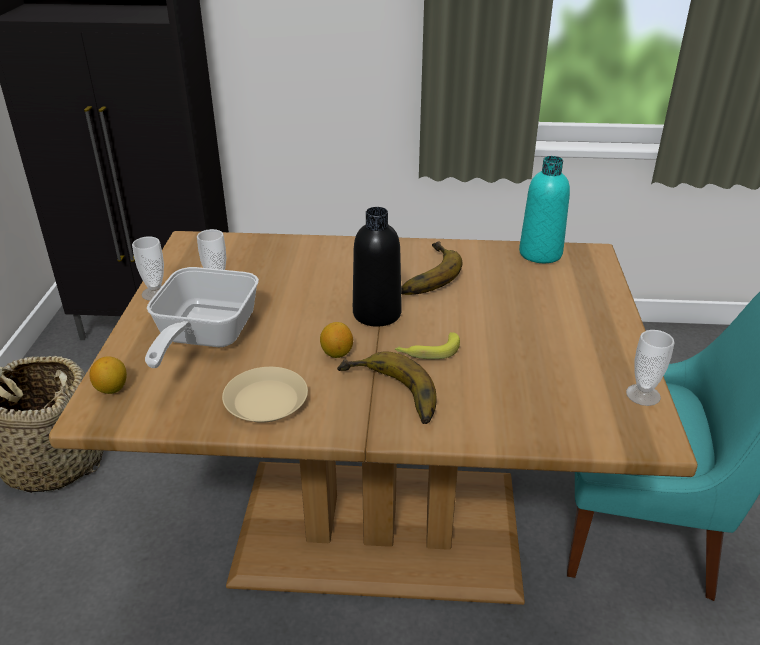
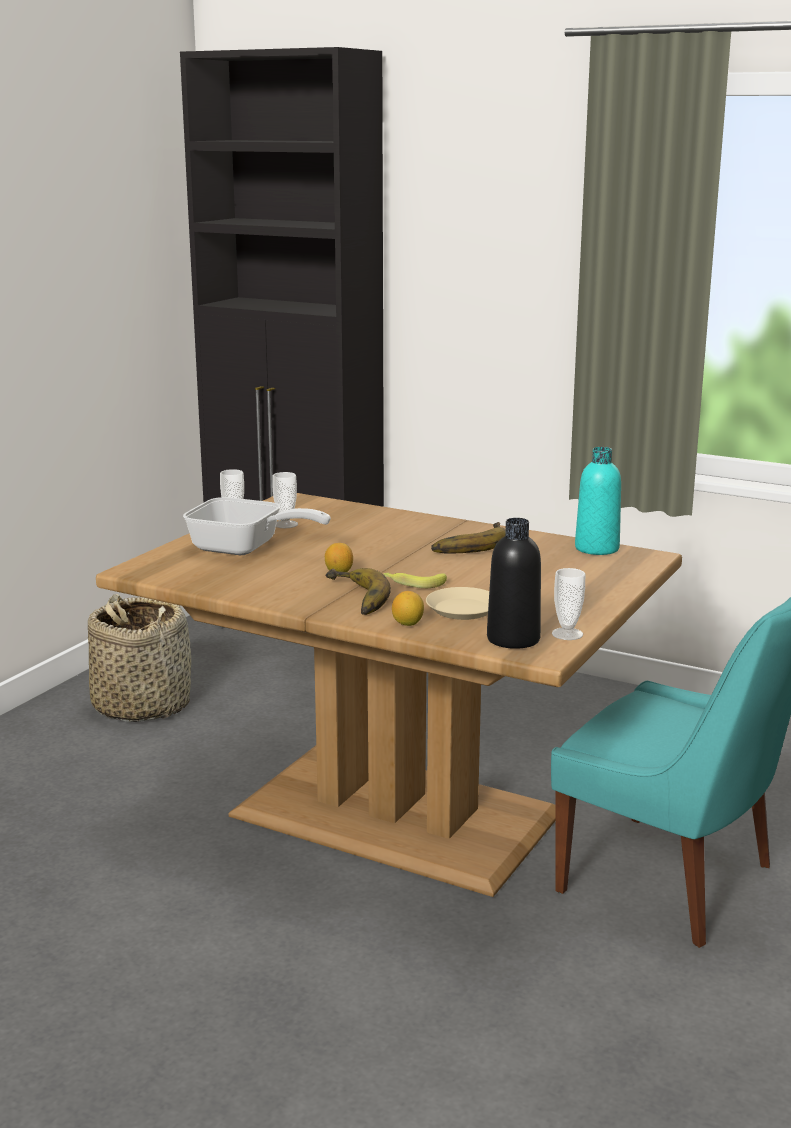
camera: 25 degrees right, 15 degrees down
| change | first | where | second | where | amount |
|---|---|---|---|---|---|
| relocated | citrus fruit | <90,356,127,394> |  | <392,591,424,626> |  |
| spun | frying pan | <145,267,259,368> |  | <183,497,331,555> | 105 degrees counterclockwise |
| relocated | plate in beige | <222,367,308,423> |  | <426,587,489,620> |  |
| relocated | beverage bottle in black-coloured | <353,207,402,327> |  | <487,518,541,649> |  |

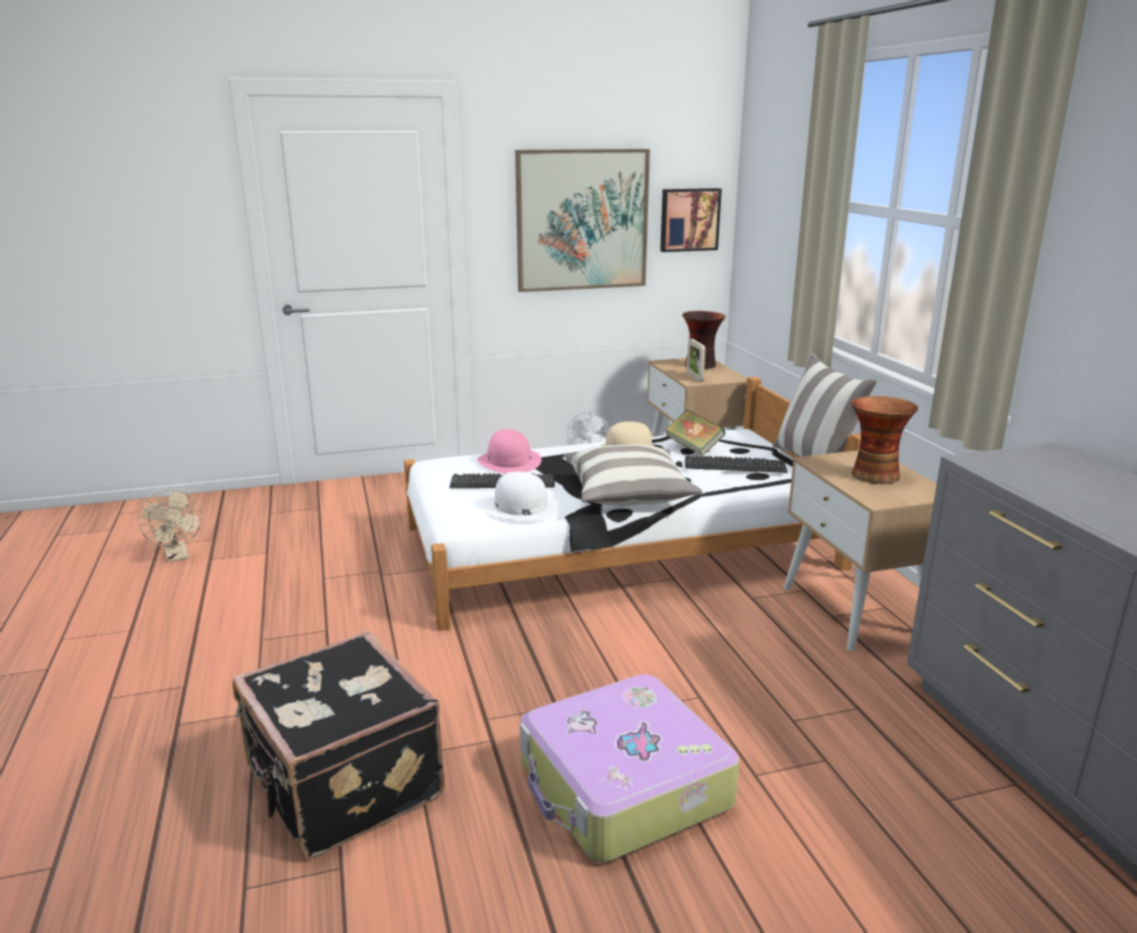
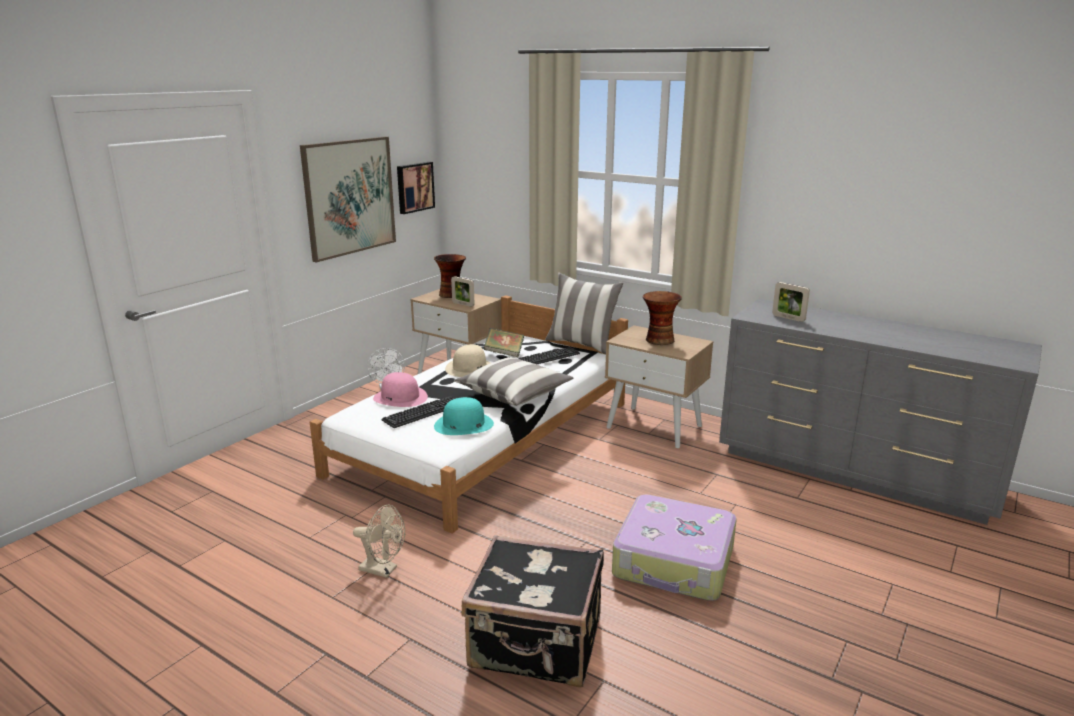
camera: 40 degrees left, 0 degrees up
| change | first | where | second | where | amount |
|---|---|---|---|---|---|
| relocated | fan in beige | <138,489,203,562> |  | <353,505,405,578> |  |
| colour | wearable hat in whitish | <483,472,560,521> | wearable hat in turquoise-coloured | <434,397,494,435> |  |
| appeared |  |  | picture frame | <772,282,810,322> |  |

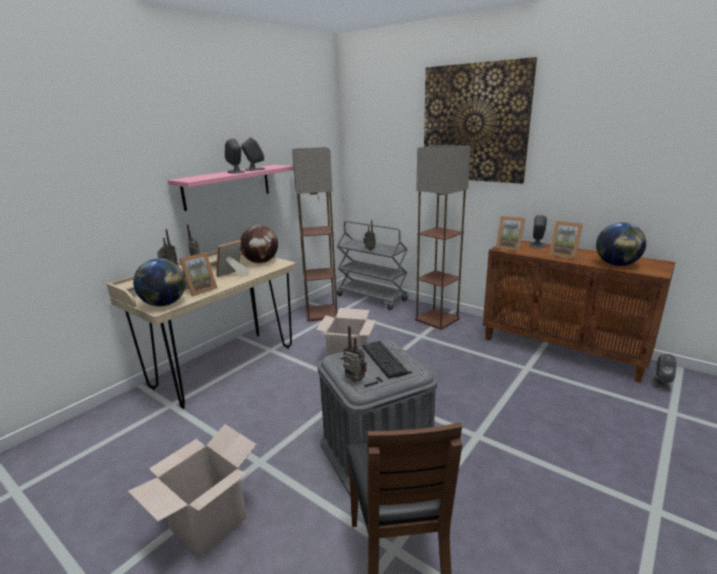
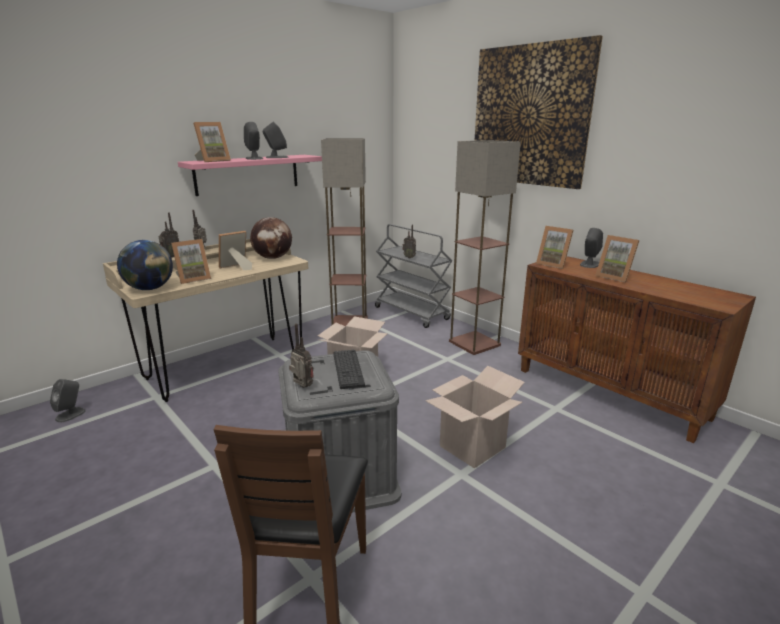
camera: 10 degrees right, 0 degrees up
| change | first | where | second | where | amount |
|---|---|---|---|---|---|
| relocated | packing box | <128,424,257,558> |  | <425,366,525,469> |  |
| missing | globe | <596,222,646,266> |  |  |  |
| relocated | loudspeaker in grey | <651,354,677,392> |  | <50,379,86,422> |  |
| appeared |  |  | picture frame | <193,122,231,162> |  |

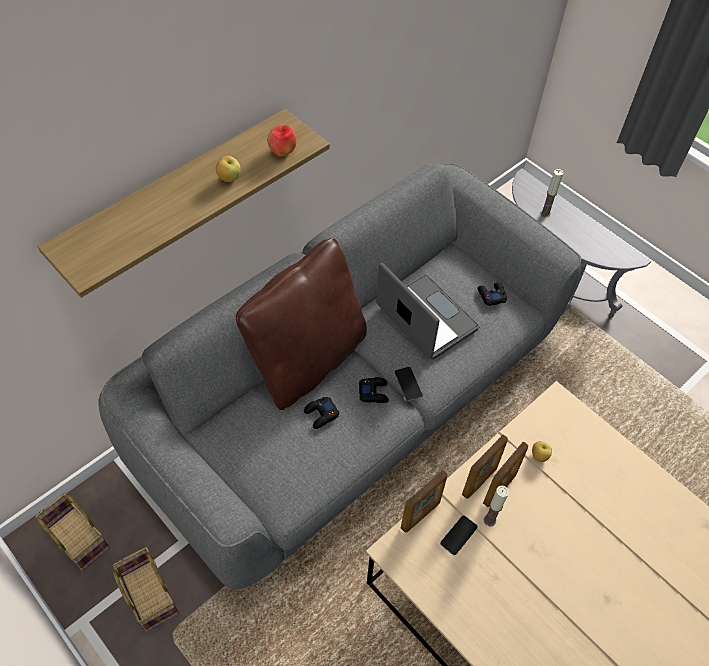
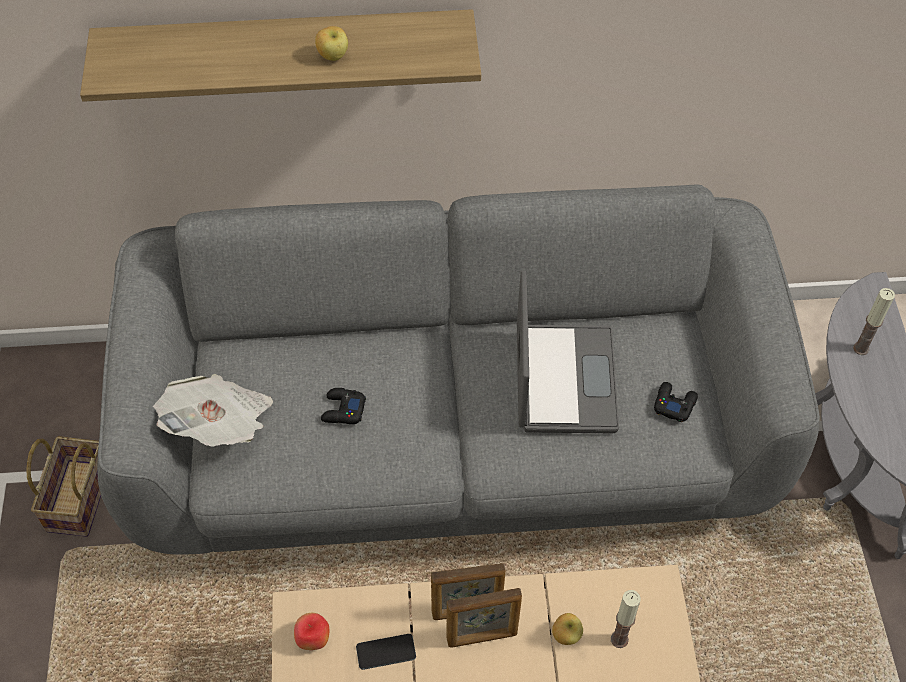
camera: 40 degrees right, 0 degrees up
| change | first | where | second | where | amount |
|---|---|---|---|---|---|
| missing | storage basket | <35,493,110,571> |  |  |  |
| missing | throw pillow in brown-coloured | <236,238,367,410> |  |  |  |
| relocated | apple fruit | <267,125,297,157> |  | <294,613,329,650> |  |
| missing | joypad in black-coloured | <359,377,389,403> |  |  |  |
| missing | phone | <394,367,423,401> |  |  |  |
| missing | picture frame | <401,470,447,532> |  |  |  |
| relocated | wax candle | <484,485,509,526> |  | <611,590,641,648> |  |
| appeared |  |  | newspaper | <152,374,273,447> |  |

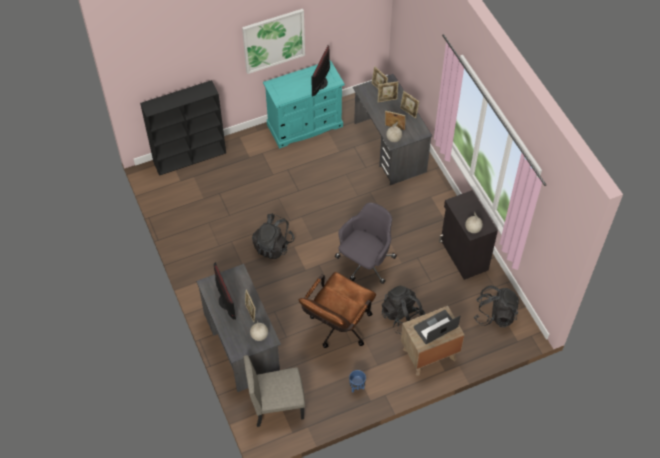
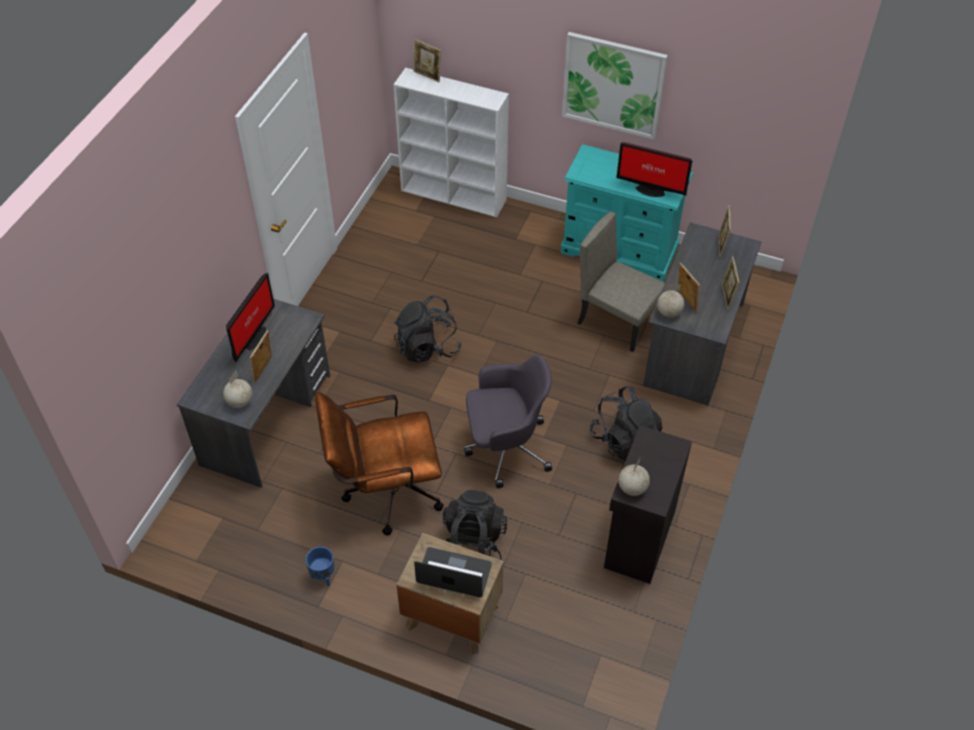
camera: 45 degrees right, 5 degrees down
| change | first | where | second | where | amount |
|---|---|---|---|---|---|
| colour | bookcase in black-coloured | <140,80,226,176> | bookcase in whitish | <393,68,509,217> |  |
| relocated | plain chair in beige | <243,355,305,427> |  | <577,212,665,352> |  |
| spun | computer display | <311,46,330,96> |  | <616,142,692,197> | 135 degrees counterclockwise |
| relocated | picture frame | <378,81,399,102> |  | <414,39,441,82> |  |
| relocated | rucksack in black-coloured | <474,286,519,328> |  | <590,386,663,461> |  |

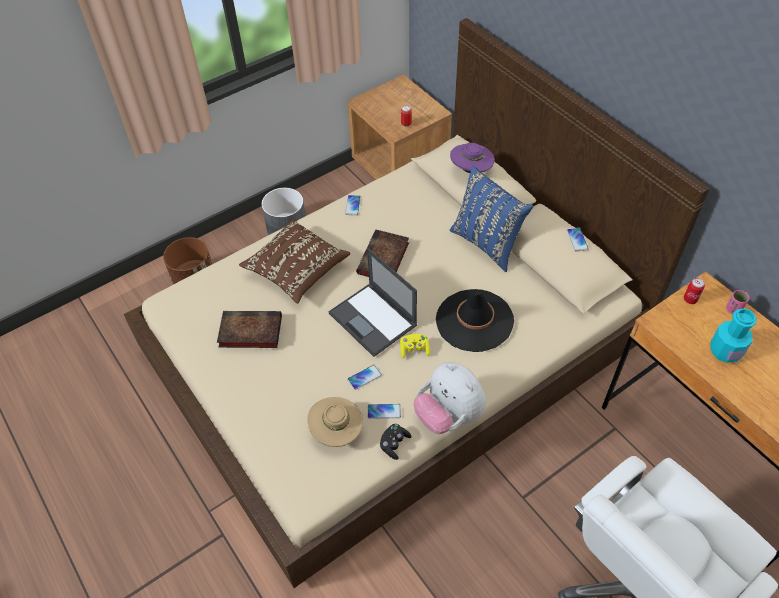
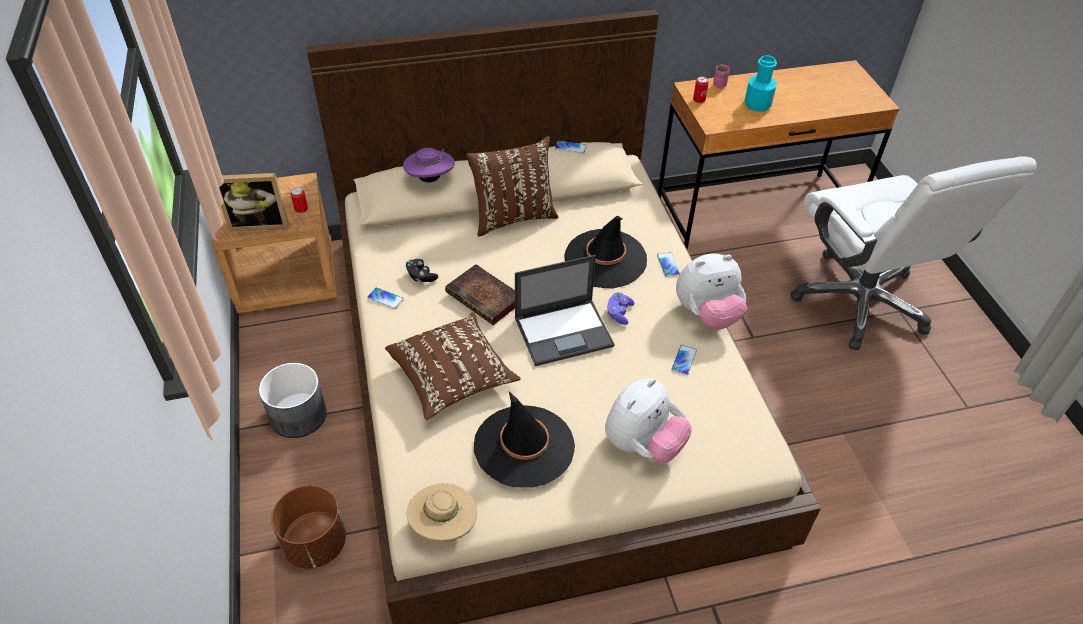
camera: 70 degrees left, 5 degrees down
| change | first | where | second | where | amount |
|---|---|---|---|---|---|
| exchanged | bound book | <217,311,282,348> | wearable hat in black-coloured | <474,391,575,488> |  |
| relocated | wearable hat in beige | <307,397,363,447> |  | <407,483,477,542> |  |
| relocated | phone | <348,365,382,390> |  | <657,252,680,277> |  |
| relocated | joypad in black-coloured | <380,424,412,460> |  | <406,259,438,282> |  |
| colour | joypad in yellow-coloured | <400,334,430,359> | joypad in purplish | <607,292,634,325> |  |
| colour | throw pillow in bluish | <450,166,533,272> | throw pillow in brown-coloured | <466,136,559,237> |  |
| appeared |  |  | picture frame | <219,173,289,232> |  |
| appeared |  |  | soft toy | <605,378,692,463> |  |

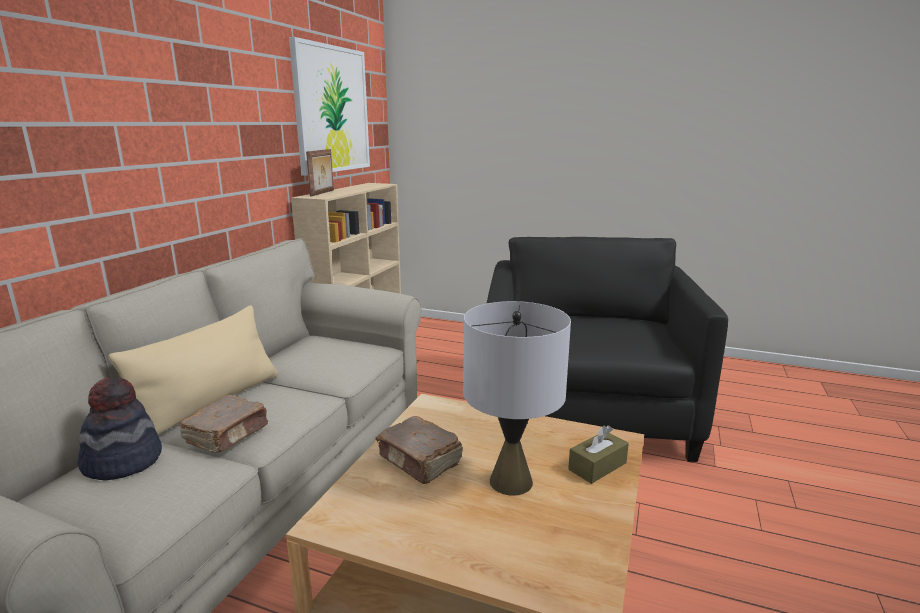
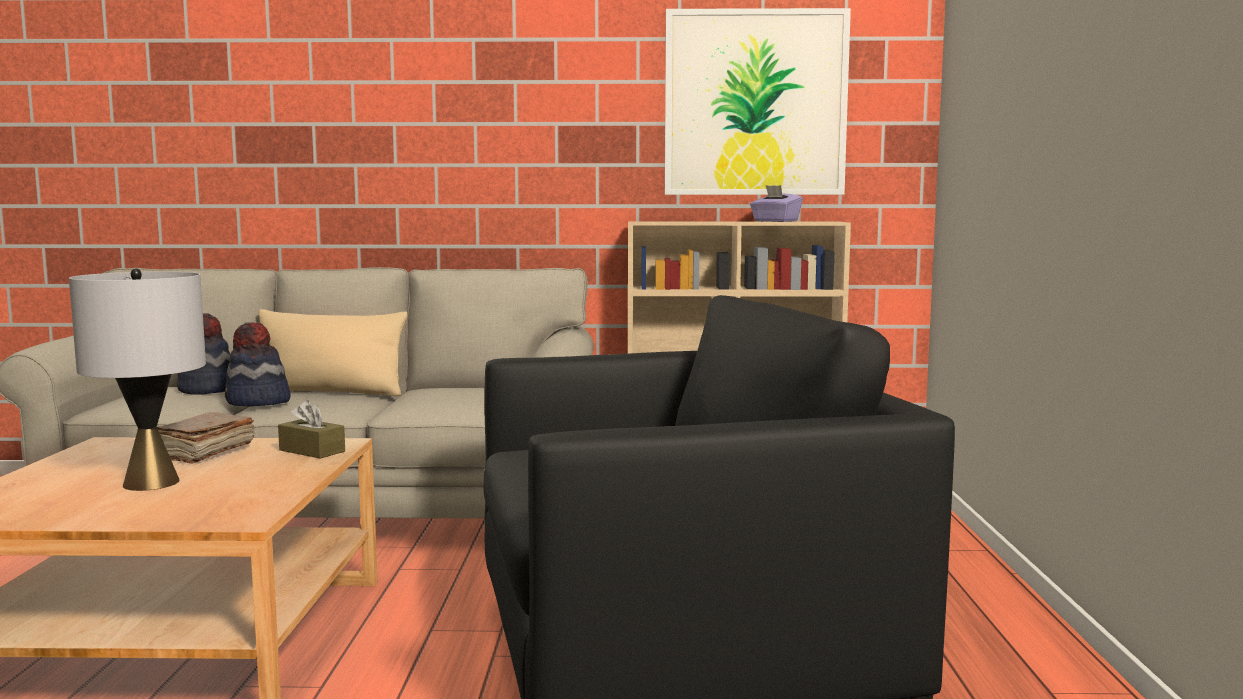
camera: 70 degrees right, 10 degrees down
| change | first | where | second | where | amount |
|---|---|---|---|---|---|
| exchanged | bound book in brown-coloured | <179,395,268,453> | wearable hat | <225,322,290,406> |  |
| missing | picture frame | <306,149,334,197> |  |  |  |
| relocated | box of tissues in brown-coloured | <568,425,629,484> |  | <278,400,345,458> |  |
| appeared |  |  | box of tissues in purplish | <750,185,803,222> |  |

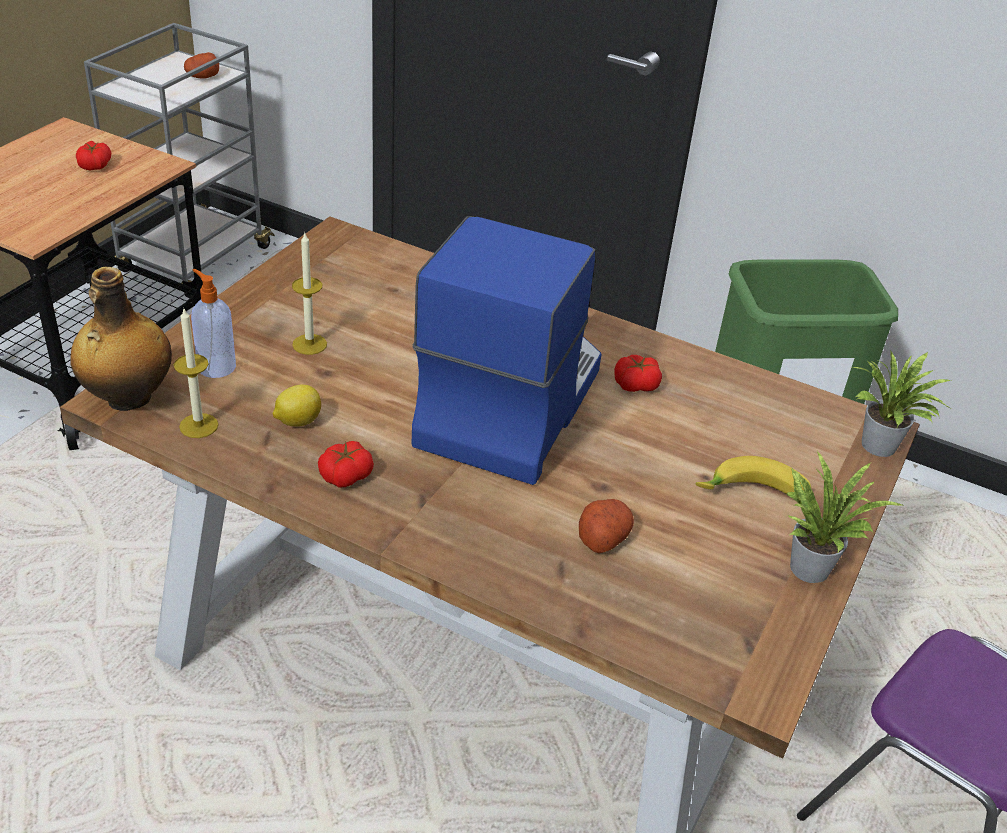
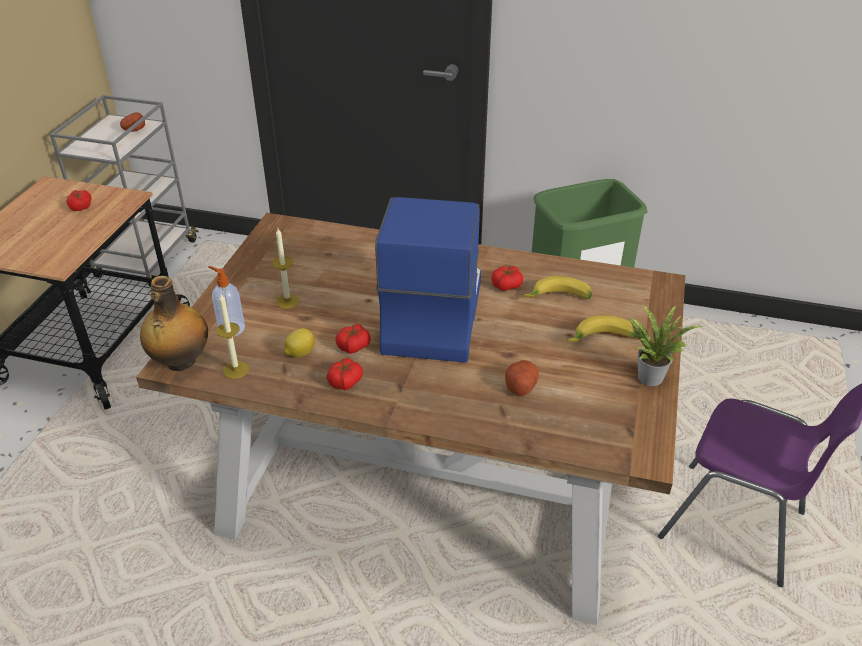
camera: 10 degrees left, 0 degrees up
| change | first | where | second | where | amount |
|---|---|---|---|---|---|
| missing | plant in a pot | <852,350,951,457> |  |  |  |
| appeared |  |  | whole tomato | <335,324,371,354> |  |
| appeared |  |  | banana | <523,276,592,299> |  |

